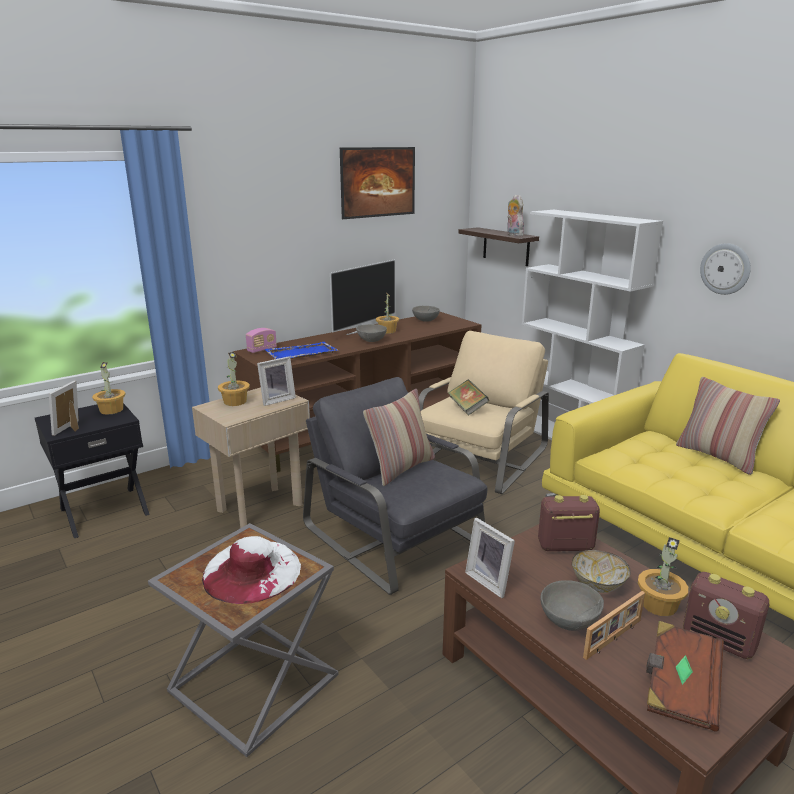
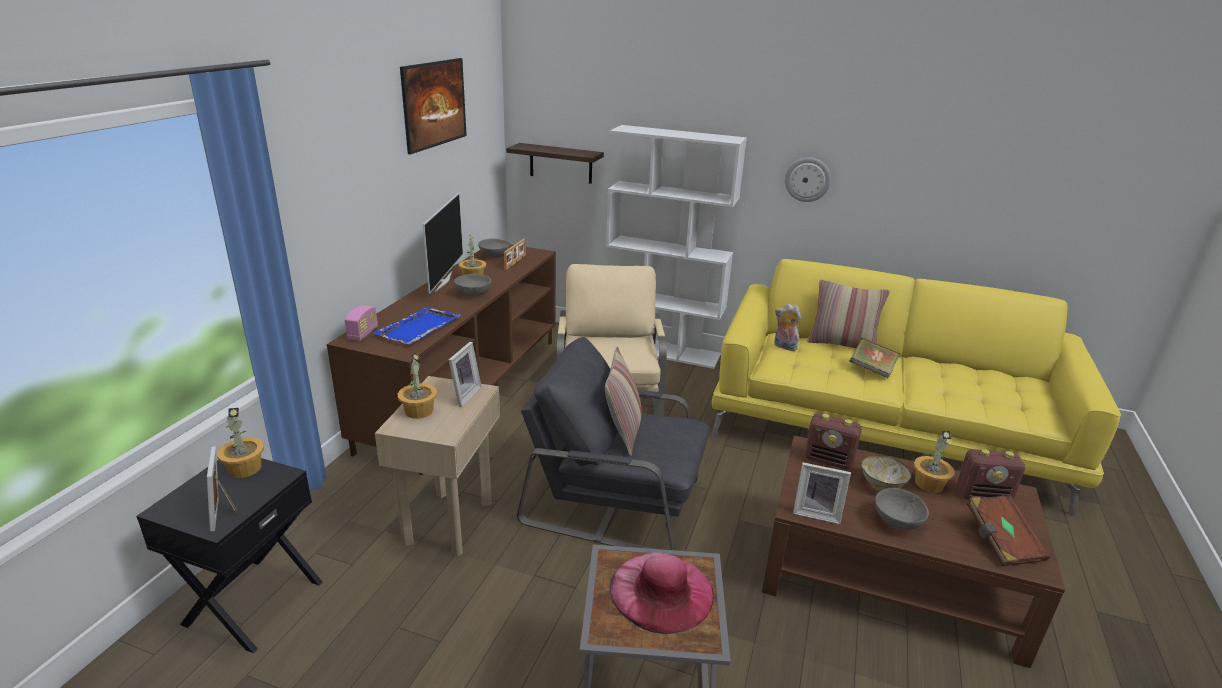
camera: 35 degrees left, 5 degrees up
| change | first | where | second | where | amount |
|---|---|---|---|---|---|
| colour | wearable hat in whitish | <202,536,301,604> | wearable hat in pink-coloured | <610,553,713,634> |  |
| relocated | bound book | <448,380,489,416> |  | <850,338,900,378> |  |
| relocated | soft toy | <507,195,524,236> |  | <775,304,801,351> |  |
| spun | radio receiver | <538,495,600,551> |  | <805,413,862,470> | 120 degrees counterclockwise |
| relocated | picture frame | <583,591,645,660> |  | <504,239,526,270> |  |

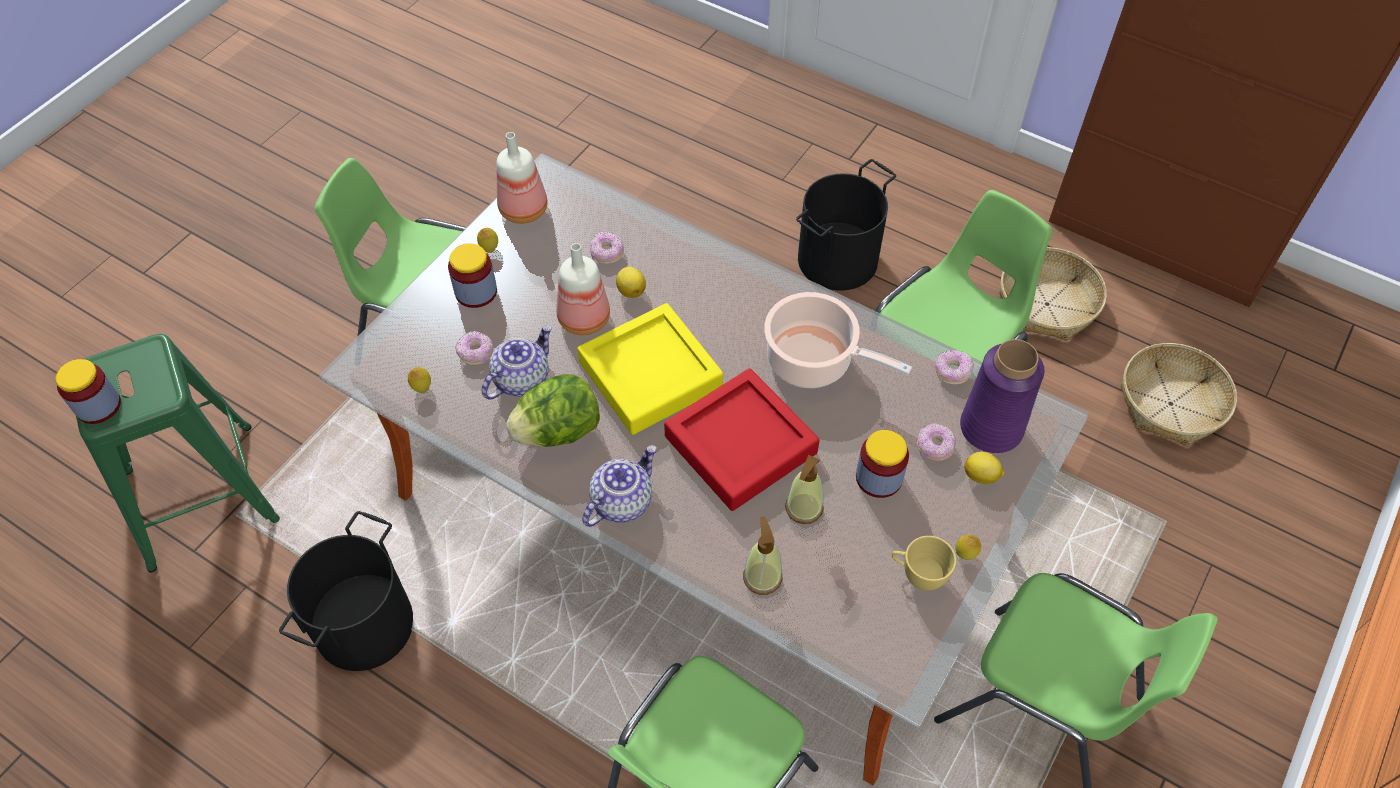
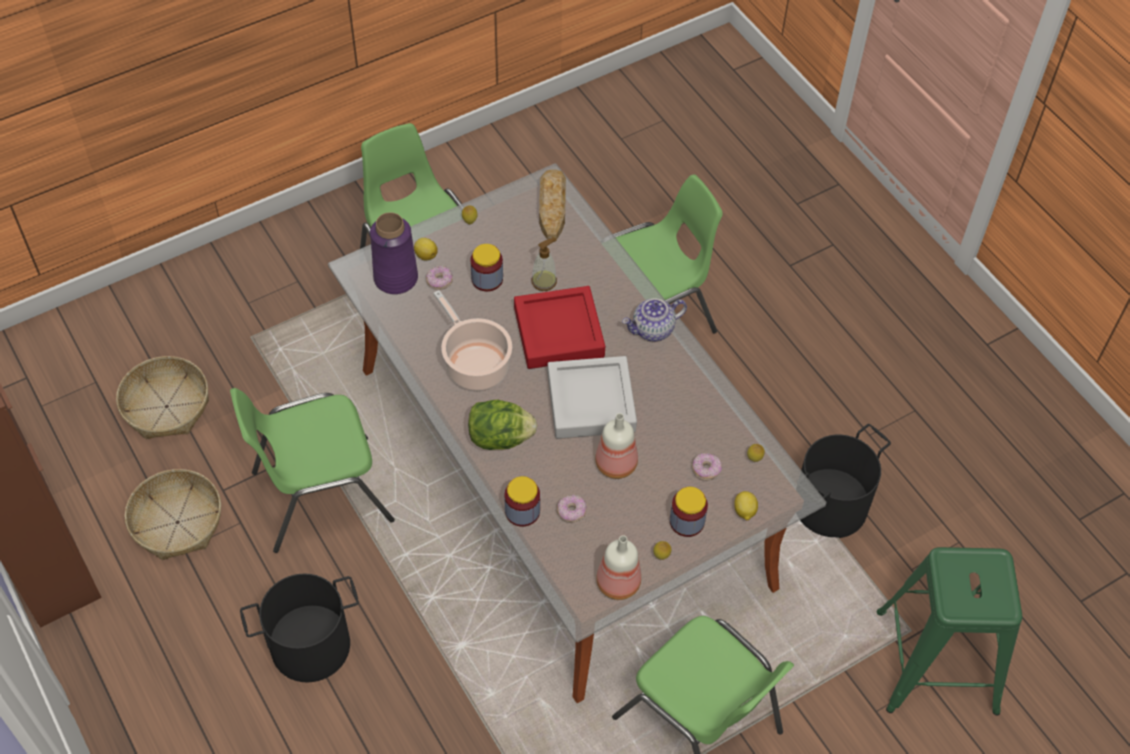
camera: 155 degrees left, 0 degrees up
| change | first | where | second | where | amount |
|---|---|---|---|---|---|
| relocated | preserve jar | <56,359,121,424> |  | <505,476,540,526> |  |
| missing | teapot | <482,325,552,399> |  |  |  |
| relocated | lettuce | <506,374,600,447> |  | <468,400,537,450> |  |
| colour | serving tray in yellow-coloured | <577,303,723,435> | serving tray in grey | <547,356,637,439> |  |
| relocated | citrus fruit | <616,266,646,298> |  | <734,491,758,520> |  |
| missing | liquid soap bottle | <743,516,782,595> |  |  |  |
| missing | drinking cup in yellow-coloured | <892,536,956,591> |  |  |  |
| missing | donut | <935,350,974,385> |  |  |  |
| appeared |  |  | baked bread | <539,170,566,240> |  |

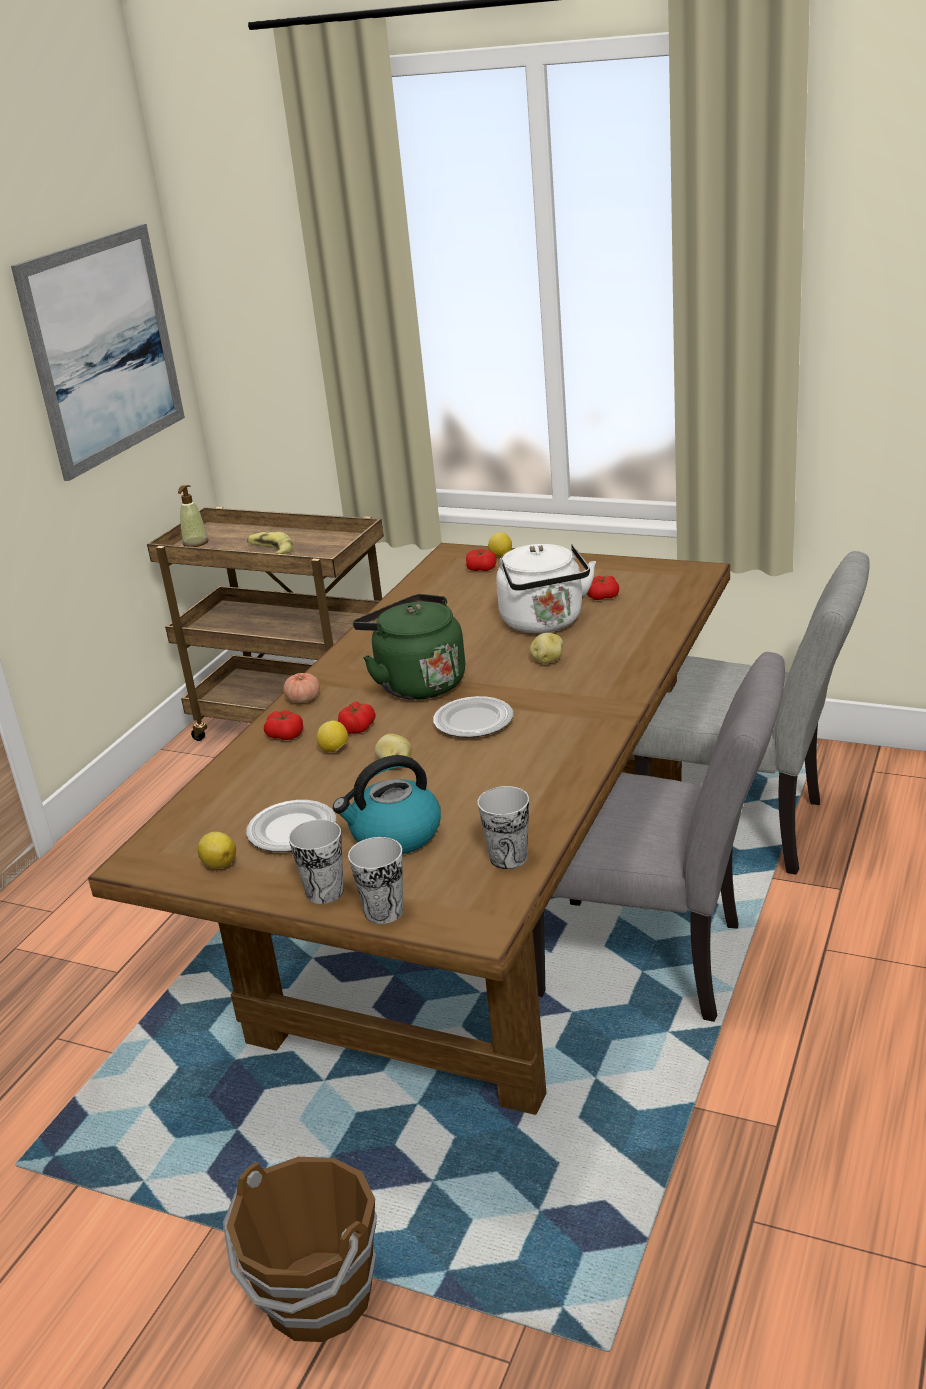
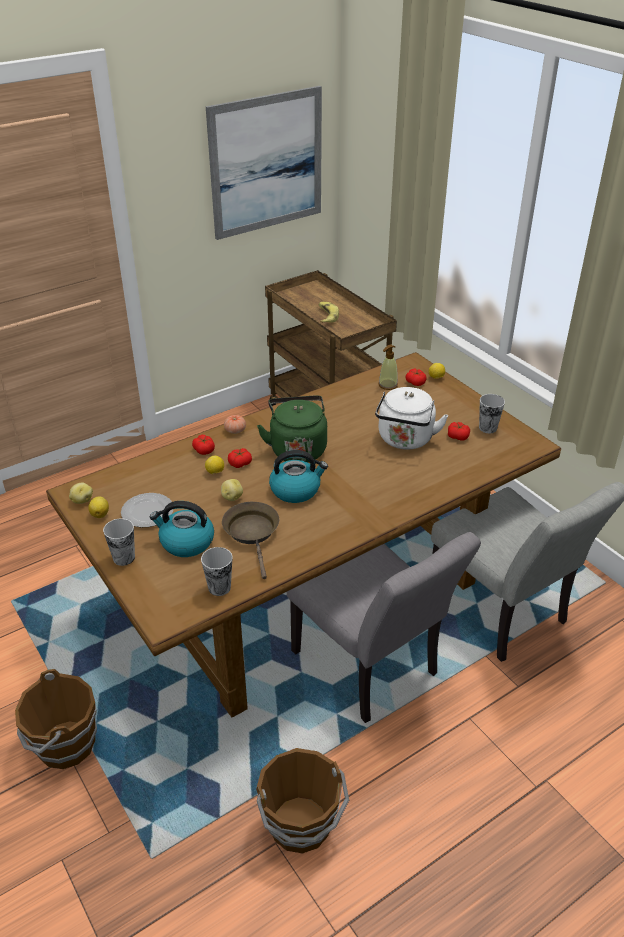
camera: 30 degrees right, 10 degrees up
| change | first | where | second | where | amount |
|---|---|---|---|---|---|
| relocated | liquid soap bottle | <178,485,209,547> |  | <379,344,398,390> |  |
| relocated | drinking cup | <348,837,403,924> |  | <479,394,505,433> |  |
| exchanged | plate | <433,696,514,738> | kettle | <269,450,328,503> |  |
| relocated | potato | <530,633,563,664> |  | <69,482,93,504> |  |
| appeared |  |  | frying pan in brown-coloured | <222,502,279,579> |  |
| appeared |  |  | bucket in brown-coloured | <256,748,349,854> |  |

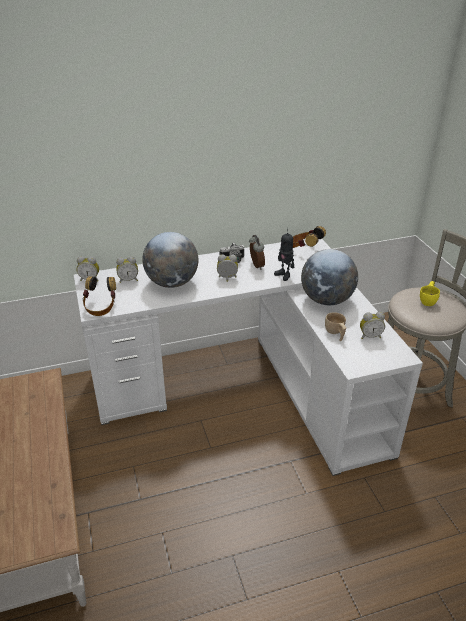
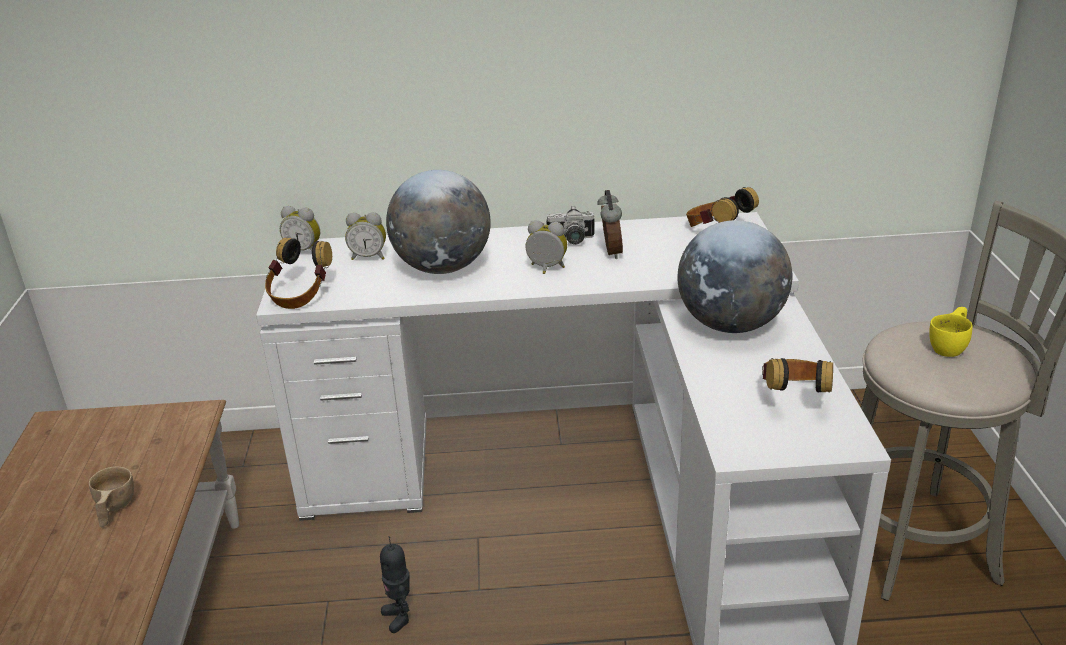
camera: 15 degrees right, 5 degrees down
| change | first | where | second | where | amount |
|---|---|---|---|---|---|
| relocated | toy robot | <274,228,294,281> |  | <380,536,410,633> |  |
| relocated | drinking cup in beige | <325,312,346,341> |  | <89,467,134,527> |  |
| exchanged | table clock | <360,312,385,339> | headset | <762,358,833,392> |  |

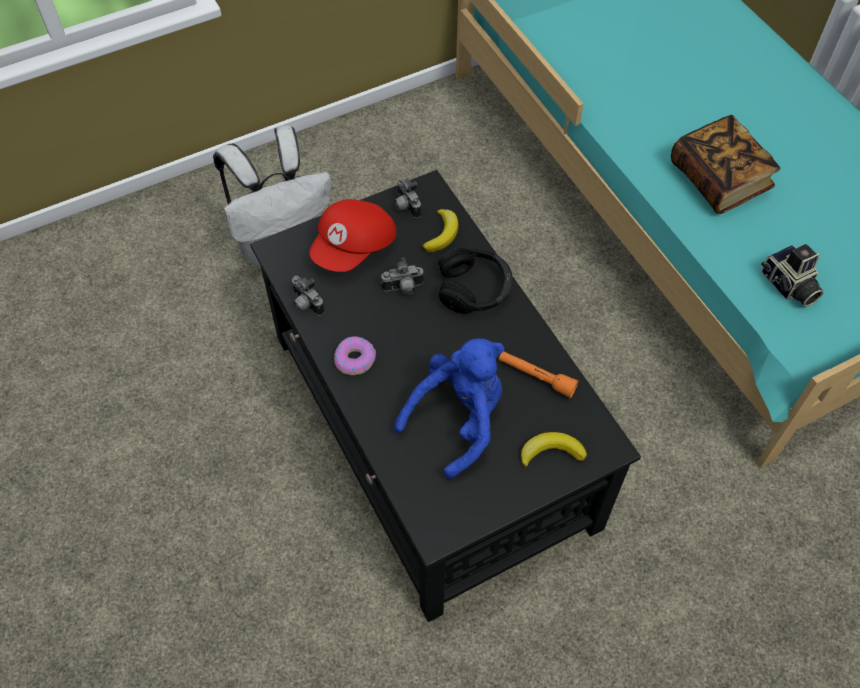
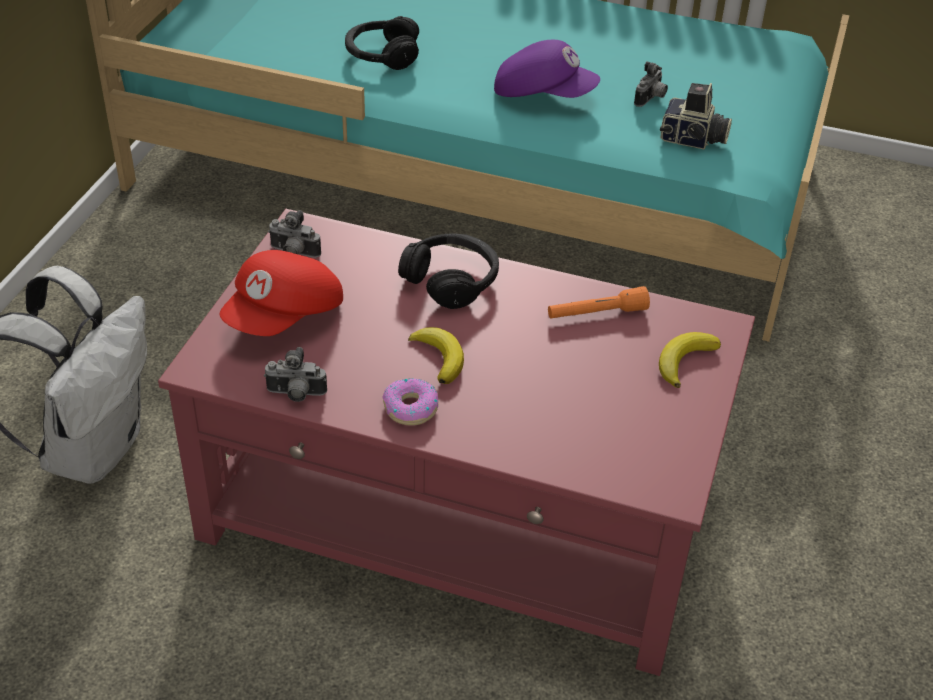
camera: 45 degrees left, 15 degrees down
| change | first | where | second | where | amount |
|---|---|---|---|---|---|
| colour | lounge table in black-coloured | <250,170,641,622> | lounge table in reddish | <158,209,755,676> |  |
| spun | peaked cap in reddish | <309,199,396,272> |  | <220,250,343,336> | 45 degrees clockwise |
| relocated | still camera | <381,258,424,295> |  | <634,61,668,107> |  |
| missing | soft toy in bluish | <394,338,505,479> |  |  |  |
| relocated | banana | <422,209,459,252> |  | <408,327,464,384> |  |
| exchanged | bound book | <671,115,780,214> | peaked cap in purplish | <494,40,600,98> |  |
| appeared |  |  | headset in black-coloured | <345,16,419,70> |  |

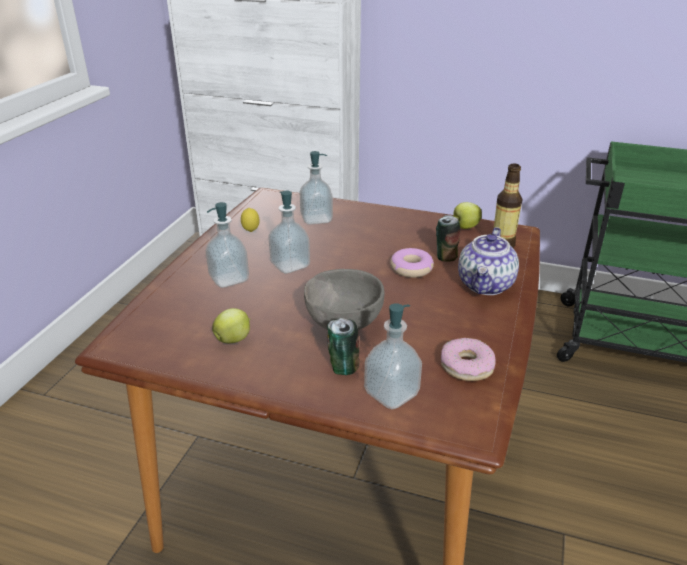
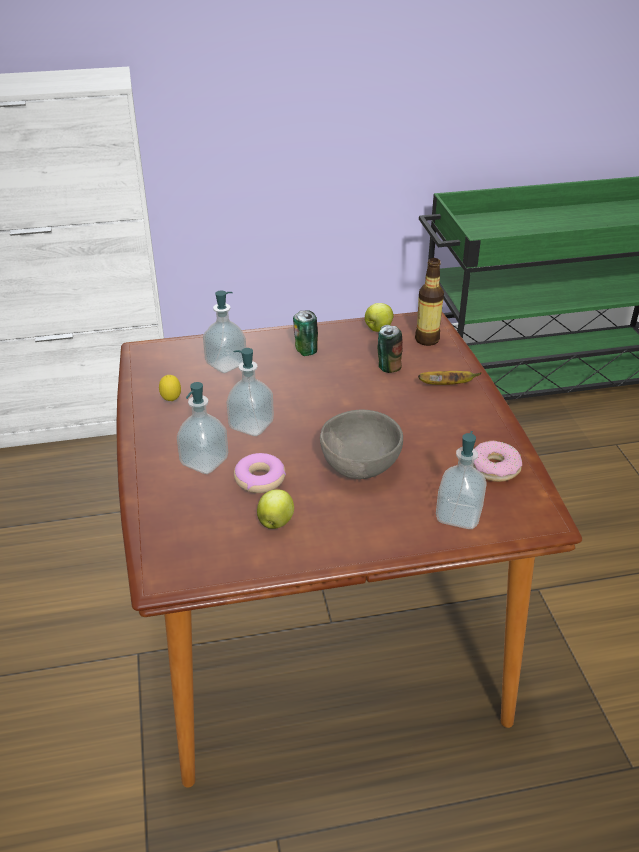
camera: 30 degrees left, 5 degrees up
| change | first | where | second | where | amount |
|---|---|---|---|---|---|
| relocated | metal can | <327,318,359,375> |  | <293,310,318,356> |  |
| relocated | donut | <390,248,434,278> |  | <234,453,286,493> |  |
| exchanged | teapot | <458,227,519,295> | banana | <418,371,482,385> |  |

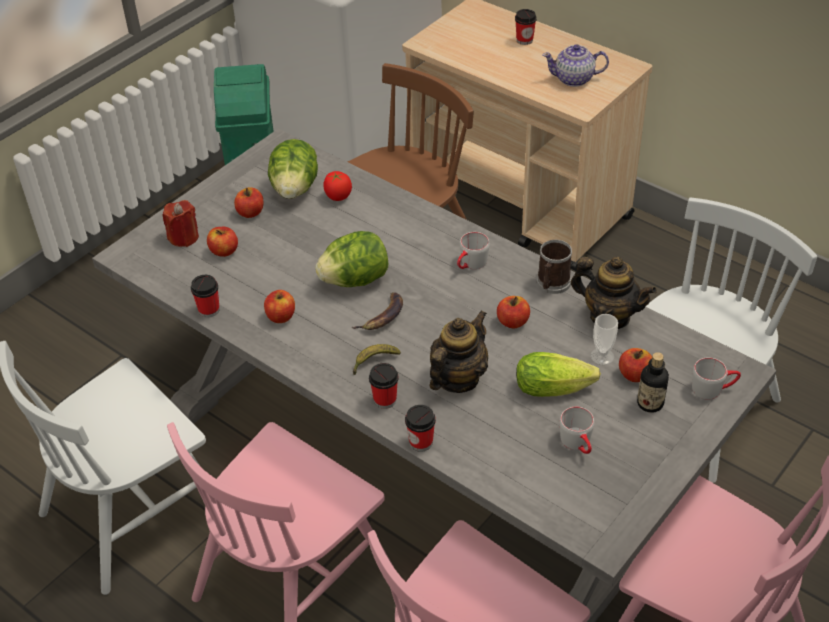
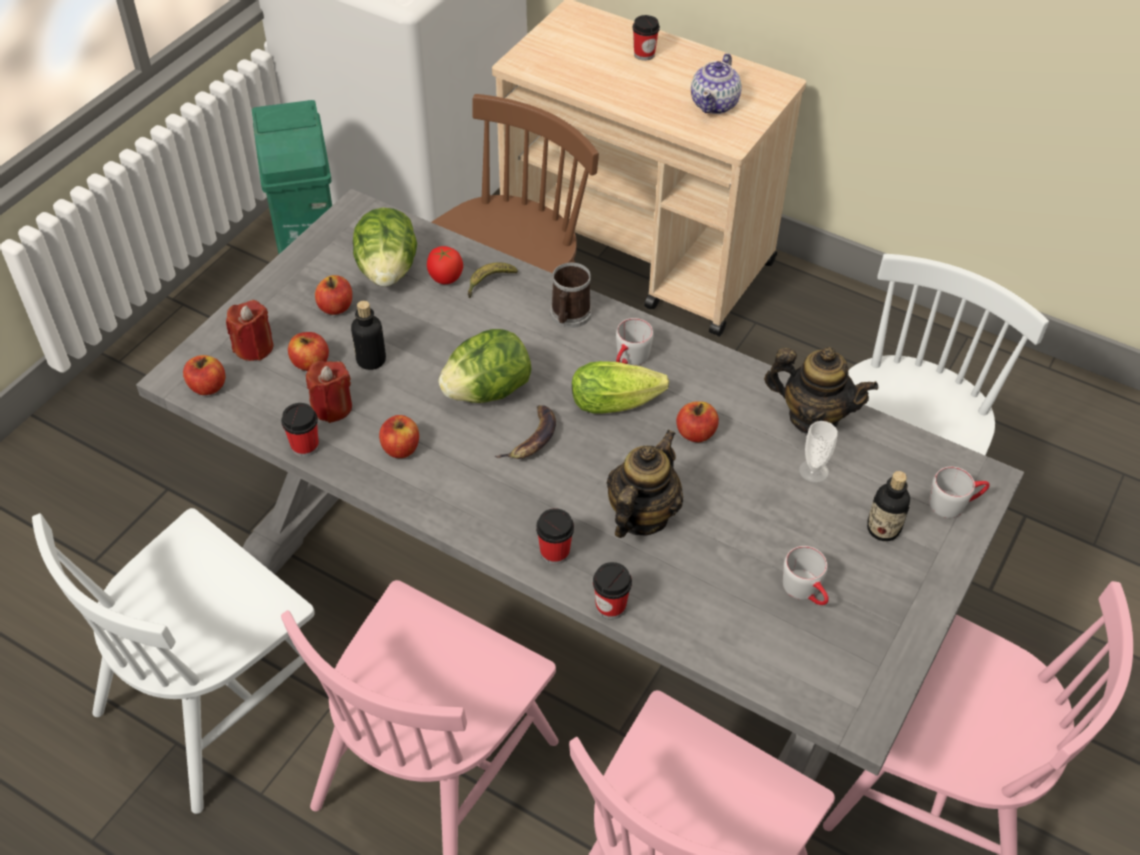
camera: 10 degrees left, 5 degrees up
| change | first | where | second | where | amount |
|---|---|---|---|---|---|
| relocated | banana | <353,344,401,375> |  | <468,262,518,298> |  |
| relocated | lettuce | <516,352,601,397> |  | <572,361,669,414> |  |
| relocated | tea mug | <536,240,572,294> |  | <550,262,592,328> |  |
| spun | teapot | <542,44,609,87> |  | <691,53,742,114> | 60 degrees counterclockwise |
| relocated | apple fruit | <619,348,652,382> |  | <183,355,225,395> |  |
| appeared |  |  | wax candle in reddish | <306,361,352,423> |  |
| appeared |  |  | beverage bottle | <351,301,386,370> |  |

